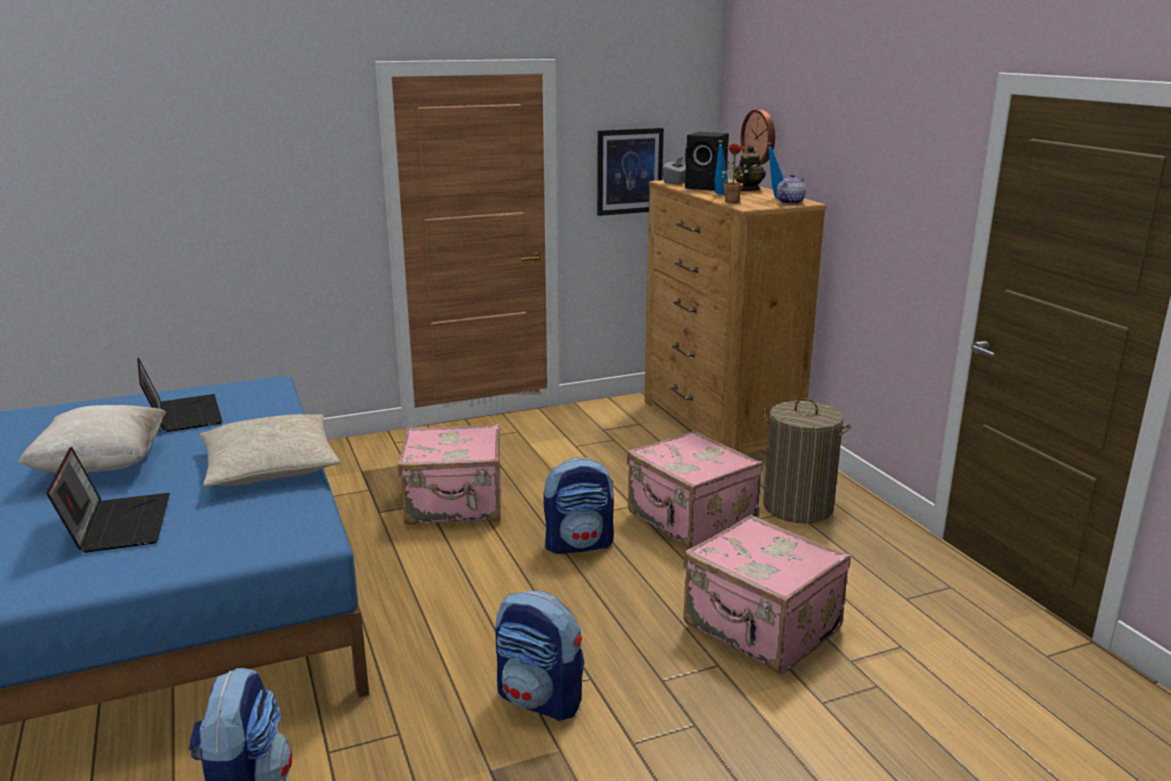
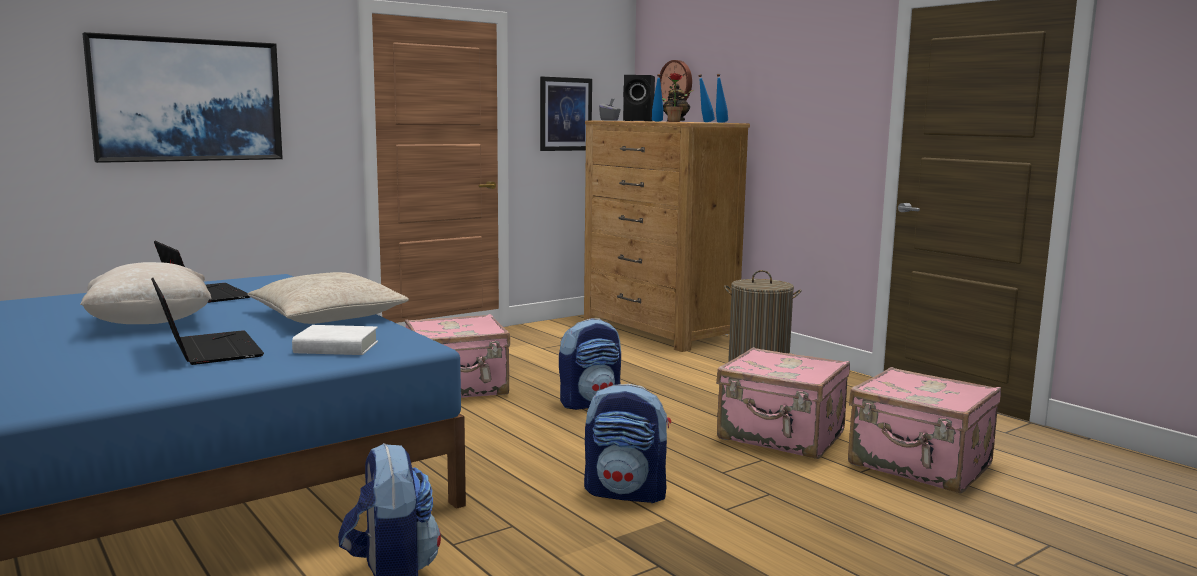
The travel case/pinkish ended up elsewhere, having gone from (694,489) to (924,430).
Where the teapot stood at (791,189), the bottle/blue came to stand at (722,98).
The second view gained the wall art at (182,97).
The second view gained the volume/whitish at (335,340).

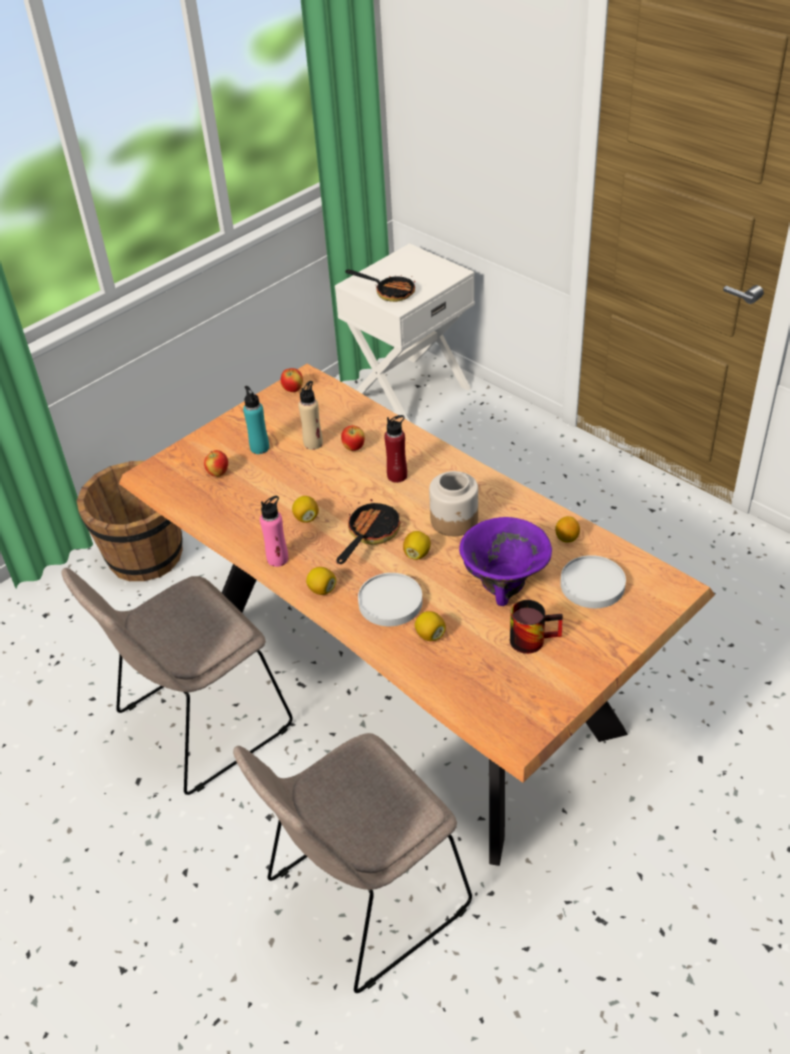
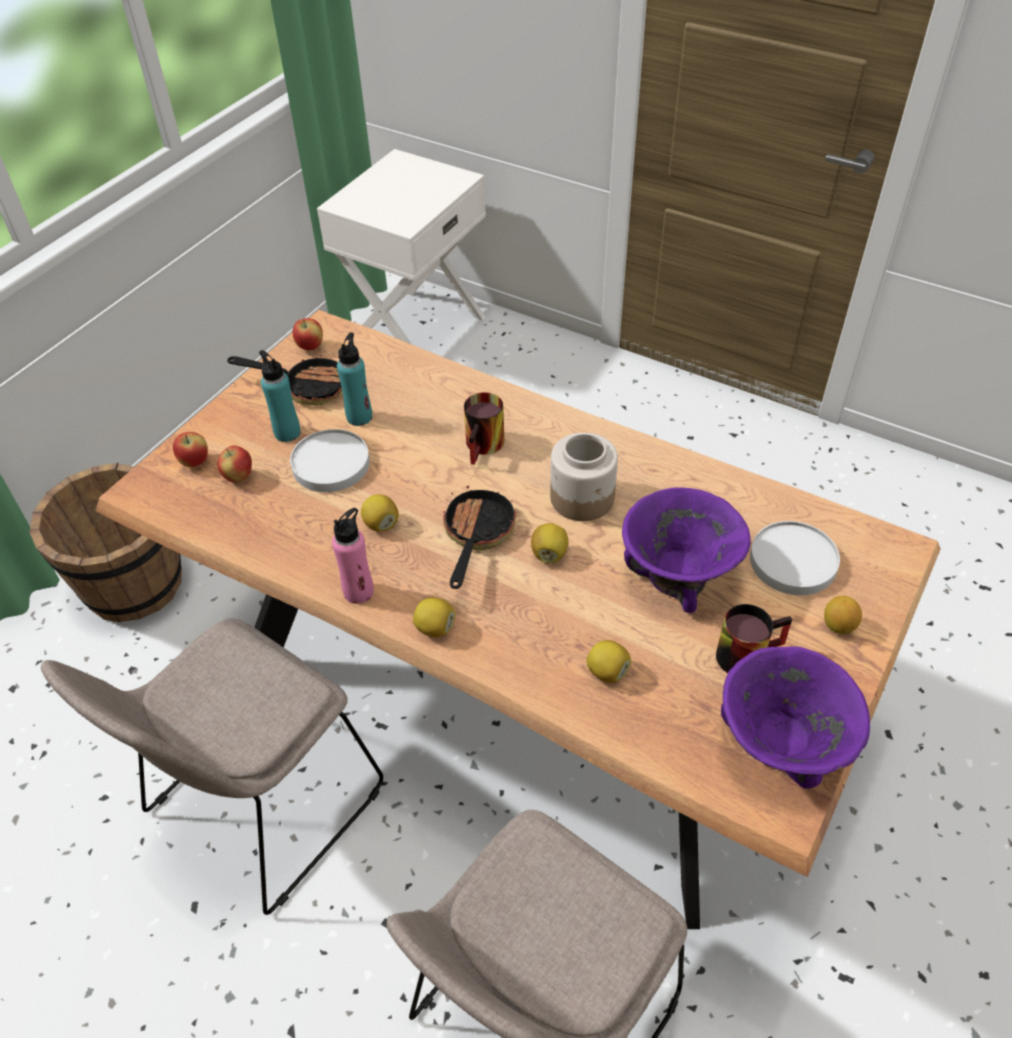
What was the bottle/beige-coloured at (310,415) turned into the bottle/turquoise at (354,379).
The whole apple ended up elsewhere, having gone from (353,438) to (190,449).
The pan ended up elsewhere, having gone from (380,285) to (284,380).
The dinner plate/whitish ended up elsewhere, having gone from (390,599) to (330,460).
Where the bottle/red stood at (395,449), the mug came to stand at (484,428).
The lemon ended up elsewhere, having gone from (567,529) to (843,615).
The second view gained the deep dish/purple at (795,717).

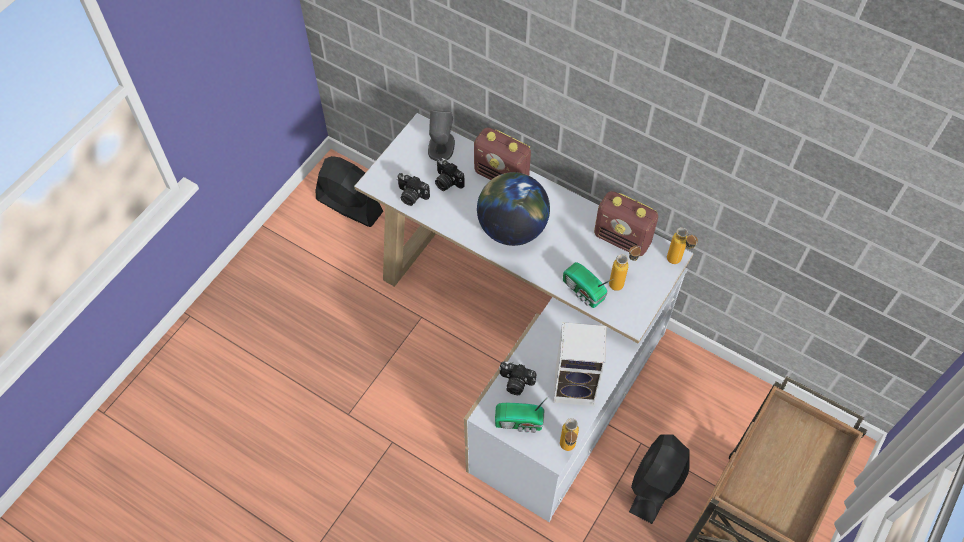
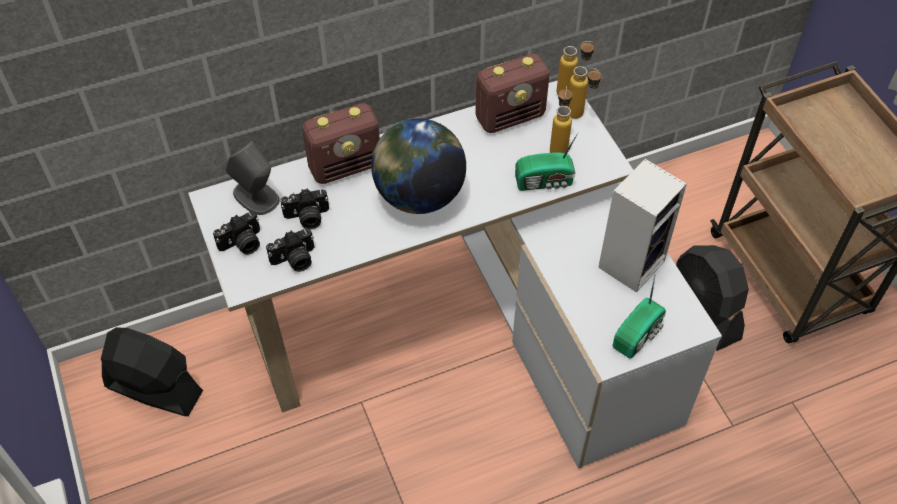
The fan/black at (349,191) ended up facing another way, 45 degrees clockwise from before.
The photo camera ended up elsewhere, having gone from (518,378) to (236,233).
The bottle ended up elsewhere, having gone from (569,434) to (585,92).

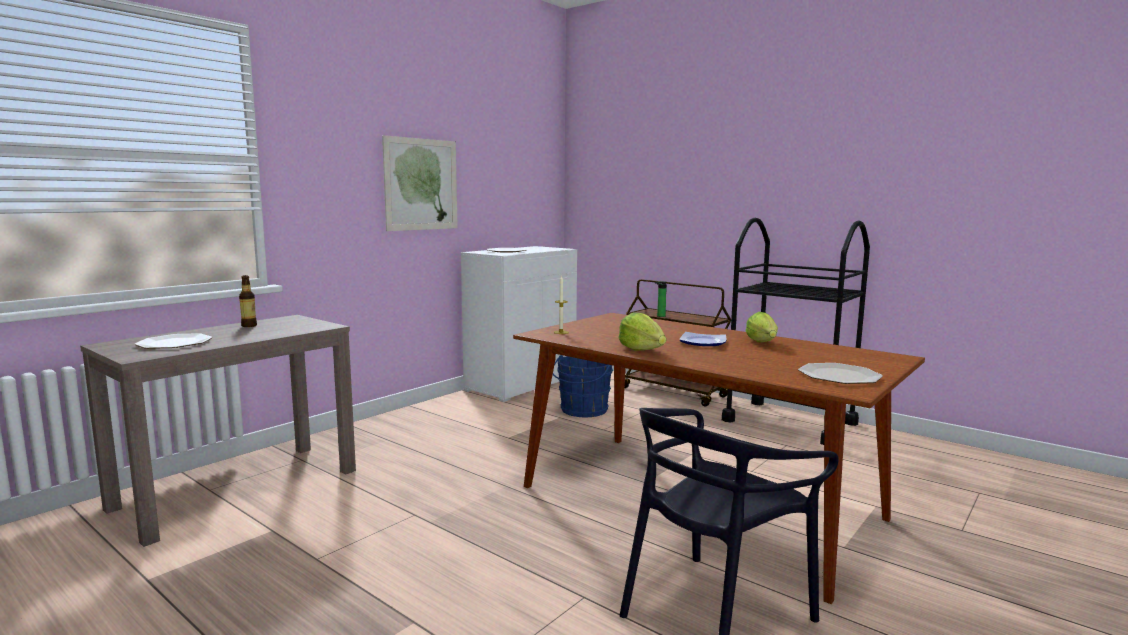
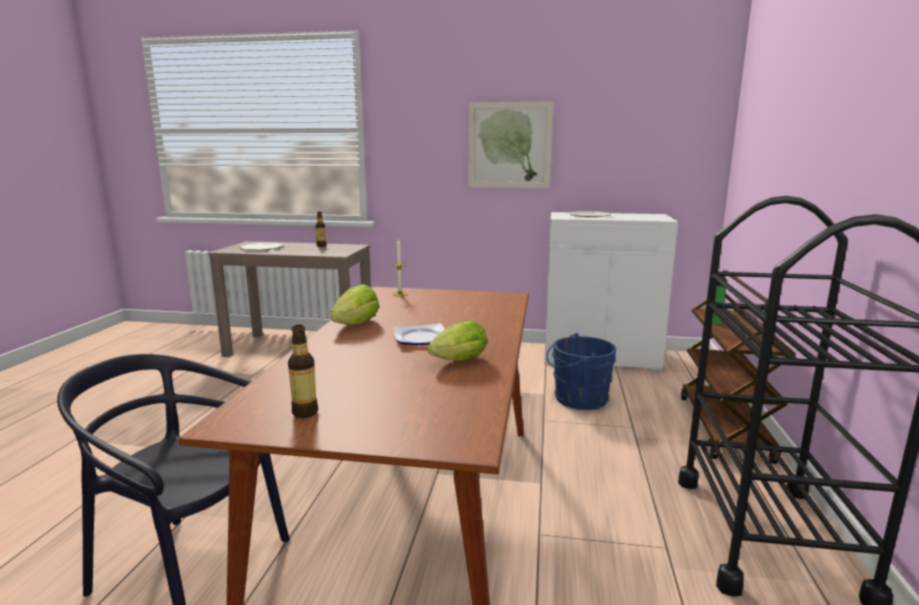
Where the dinner plate stood at (840,373), the bottle came to stand at (303,371).

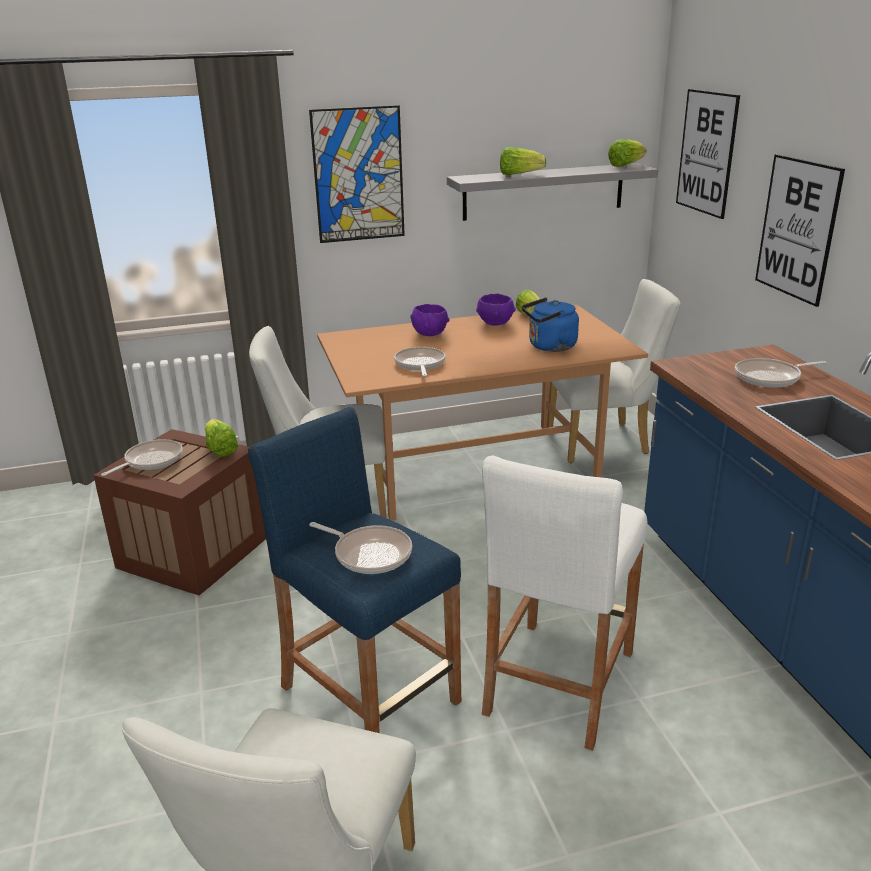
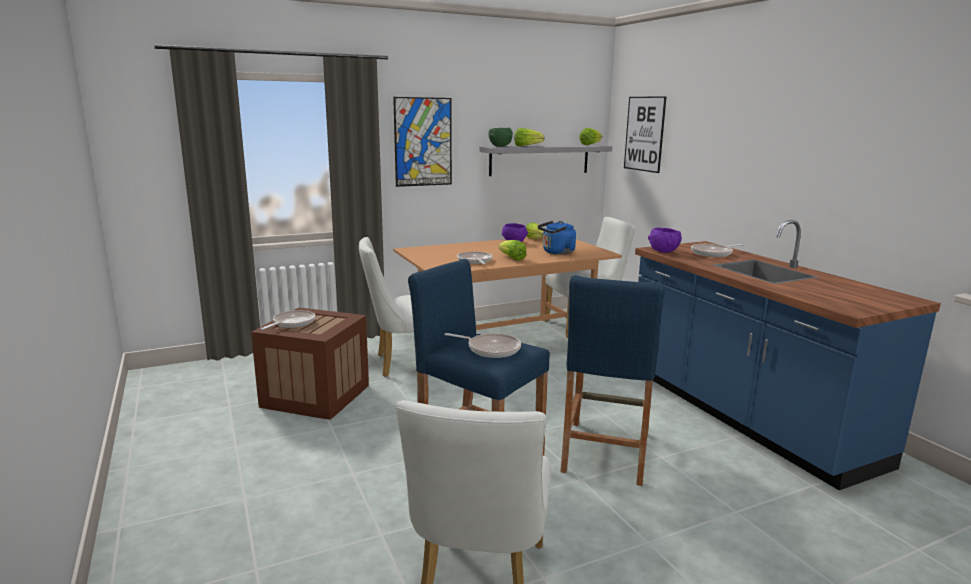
The lettuce ended up elsewhere, having gone from (221,438) to (512,250).
The deep dish/purple ended up elsewhere, having gone from (430,320) to (665,240).
What was the sitting stool/whitish at (565,603) turned into the sitting stool/blue at (613,380).
The second view lost the wall art at (800,230).
The second view gained the deep dish/green at (500,137).

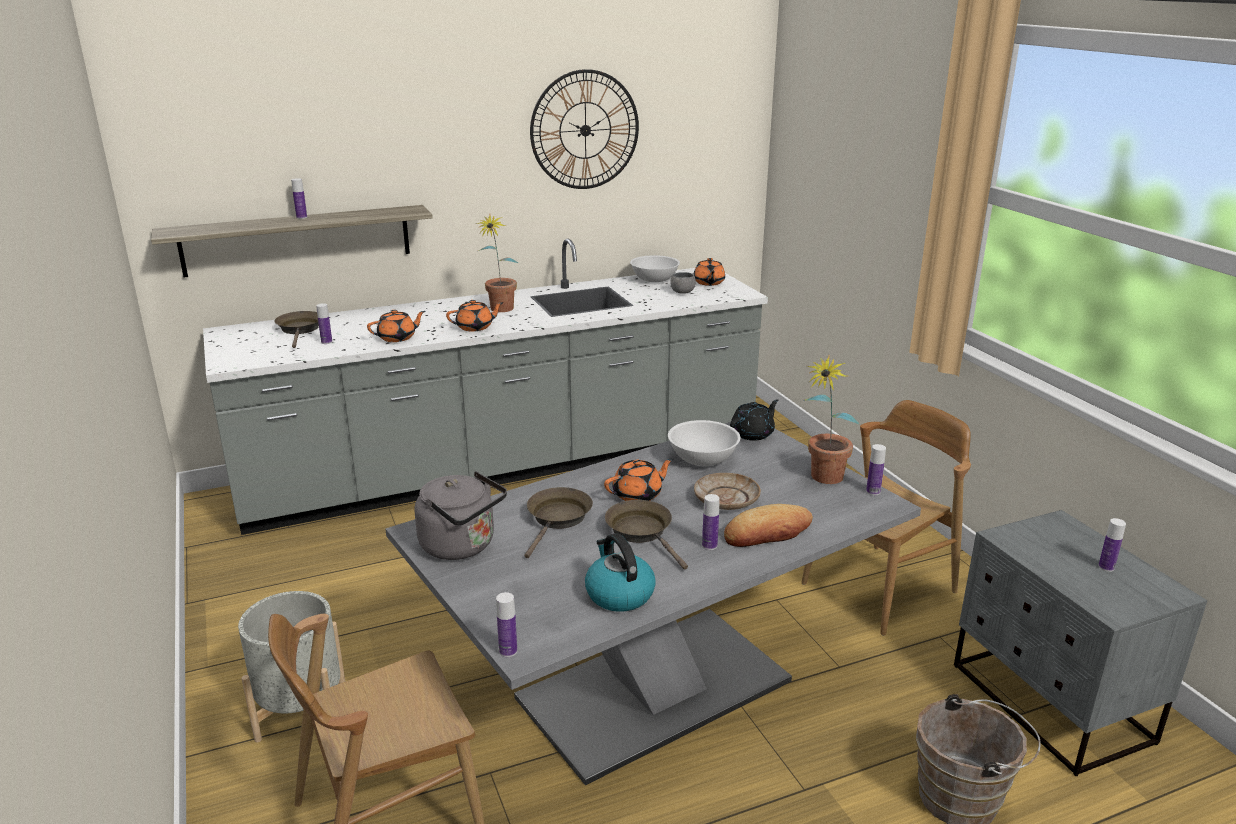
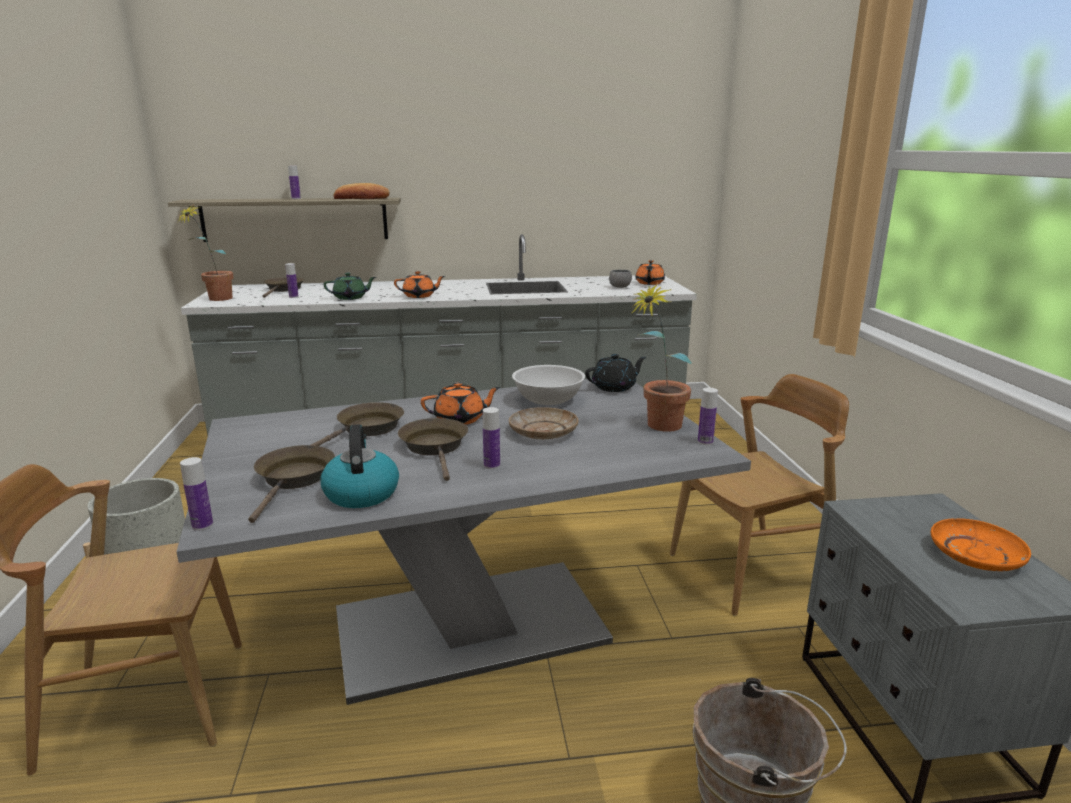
What was the teapot/orange at (396,326) turned into the teapot/green at (349,286).
The second view lost the water kettle/grey at (461,515).
The houseplant ended up elsewhere, having gone from (497,263) to (205,252).
The second view lost the clock on the wall at (584,129).
The second view lost the deep dish/whitish at (655,268).
The bakery bread ended up elsewhere, having gone from (768,525) to (362,191).
Where the bottle stood at (1112,545), the dinner plate/orange came to stand at (981,544).
The second view gained the pan/brownish at (291,484).

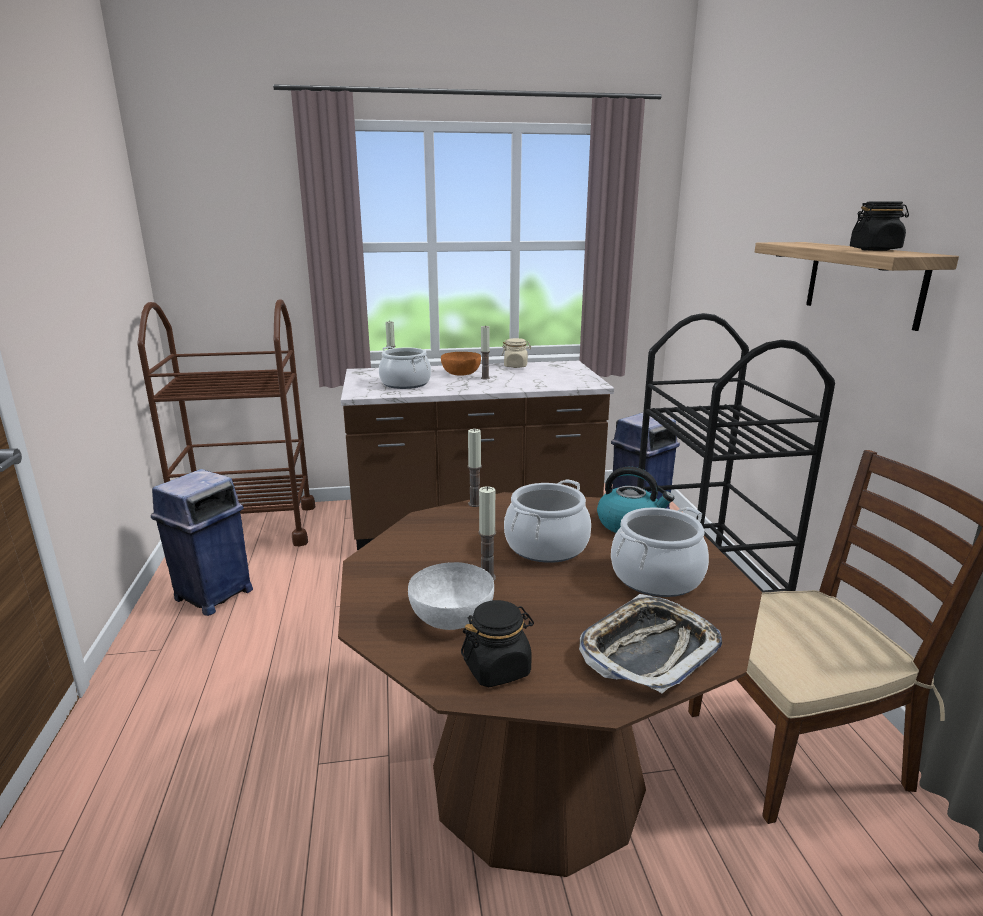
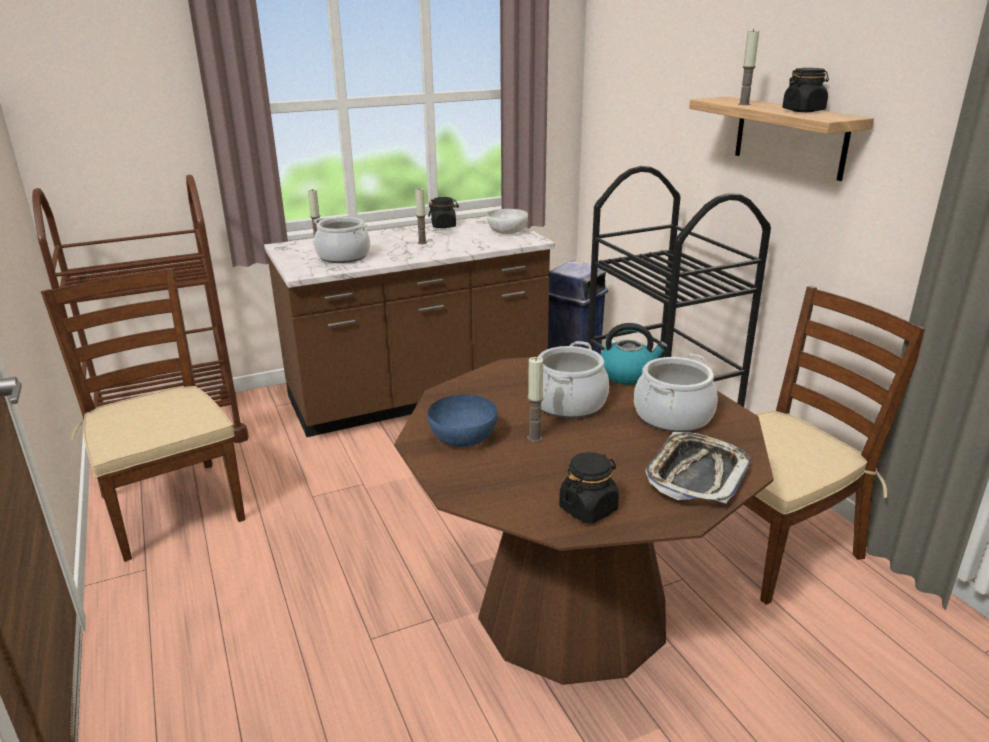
Where the trash can/blue stood at (202,542), the plain chair/brownish came to stand at (143,415).
The deep dish/whitish ended up elsewhere, having gone from (451,596) to (507,221).
The second view lost the deep dish/orange at (461,364).
The candle ended up elsewhere, having gone from (475,468) to (748,67).
What was the storage jar/beige-coloured at (516,353) turned into the storage jar/black at (443,212).
The second view gained the deep dish/blue at (463,420).

